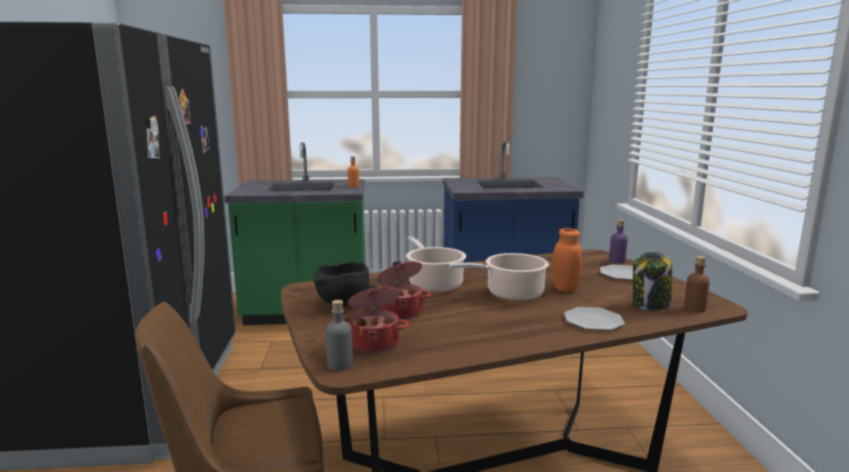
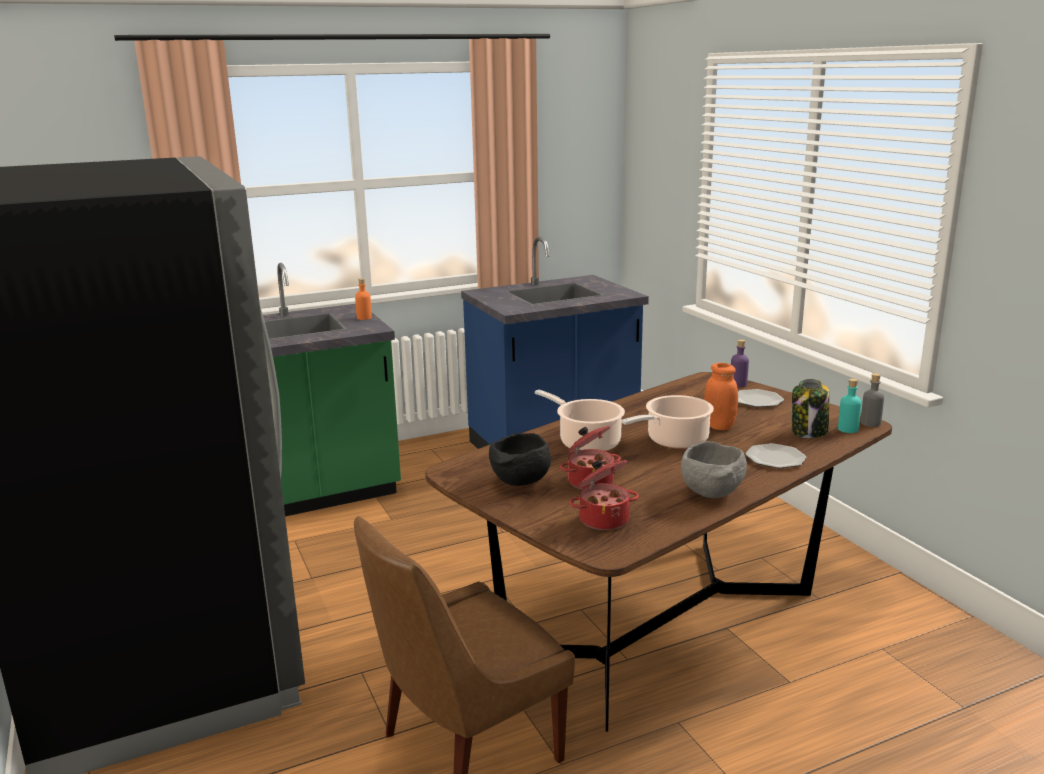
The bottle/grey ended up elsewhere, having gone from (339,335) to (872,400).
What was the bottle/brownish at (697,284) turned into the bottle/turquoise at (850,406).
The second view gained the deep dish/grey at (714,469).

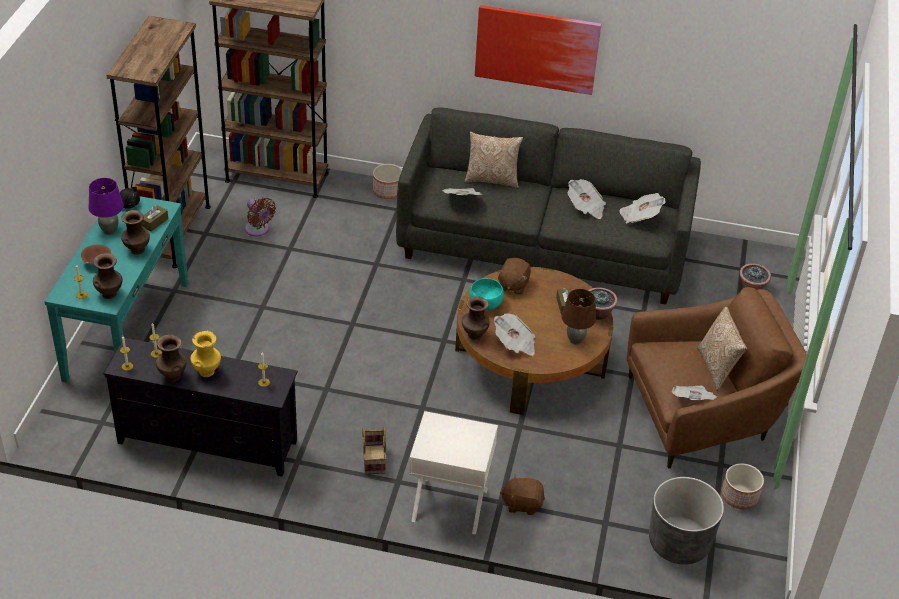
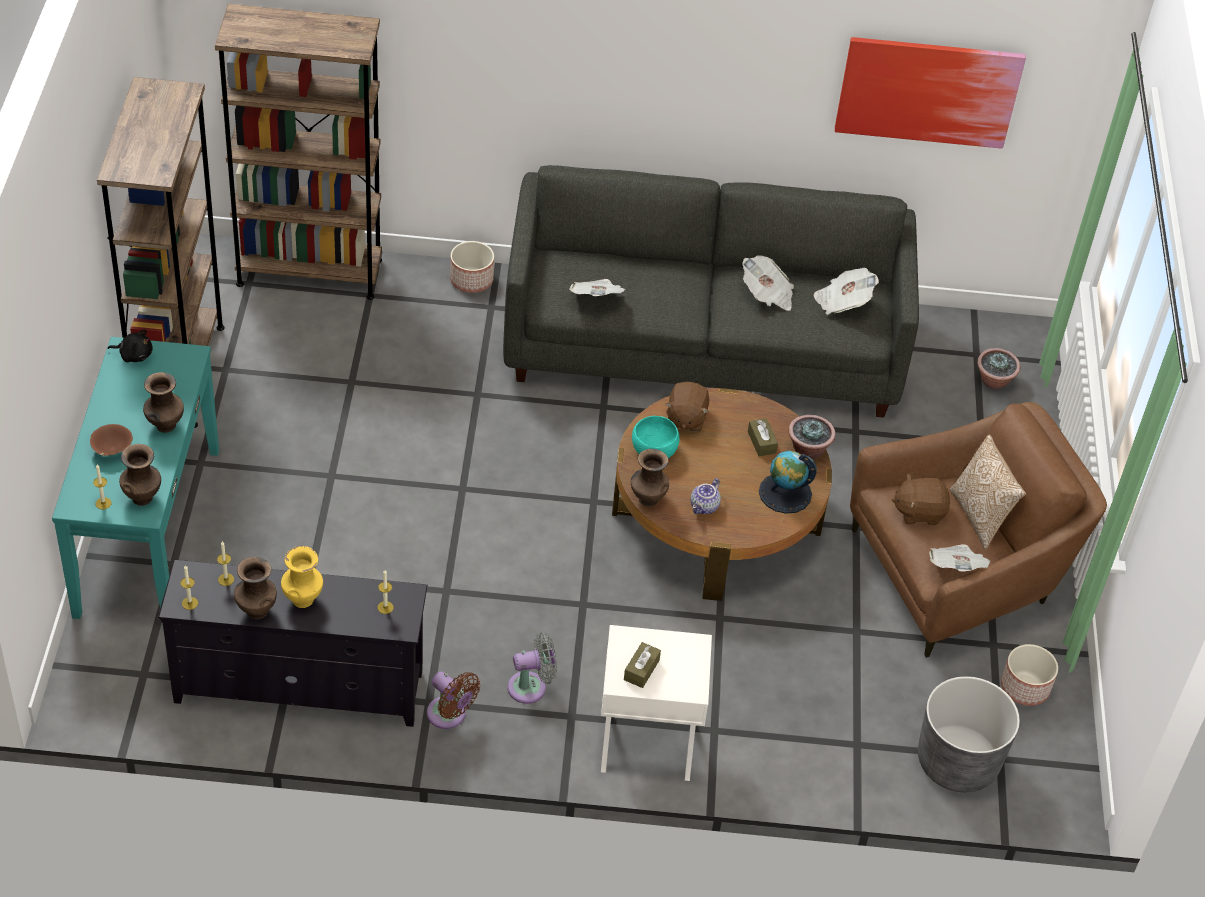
The second view lost the tabletop lamp/purple at (106,206).
The tissue holder/brownish ended up elsewhere, having gone from (154,218) to (642,665).
The fan/brownish ended up elsewhere, having gone from (260,217) to (453,700).
Where the household basket stood at (374,450), the fan/grey came to stand at (532,668).
The second view lost the throw pillow at (493,160).
The wall art ended up elsewhere, having gone from (538,50) to (930,93).
Where the printed paper stood at (514,334), the teapot came to stand at (705,496).
The plush toy/brownish ended up elsewhere, having gone from (522,494) to (921,499).
Where the tabletop lamp/brownish stood at (578,317), the desk globe came to stand at (788,482).

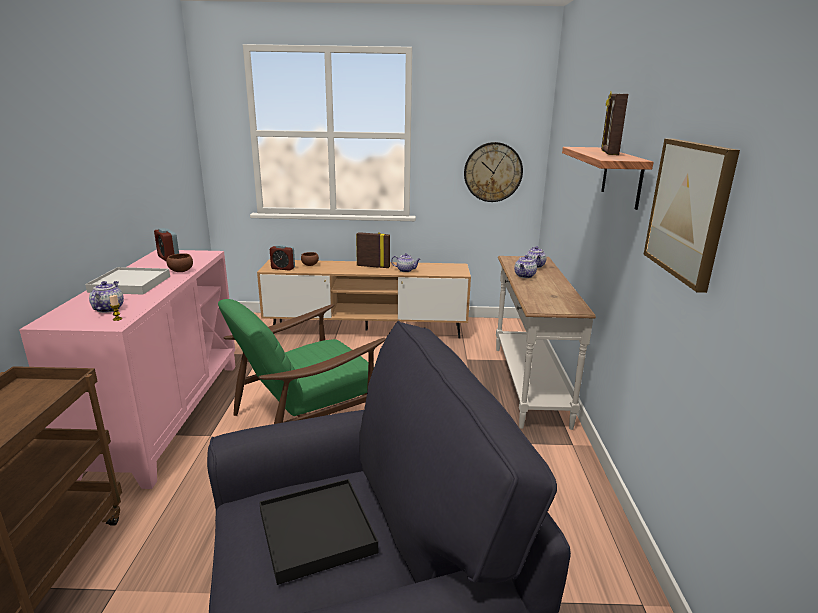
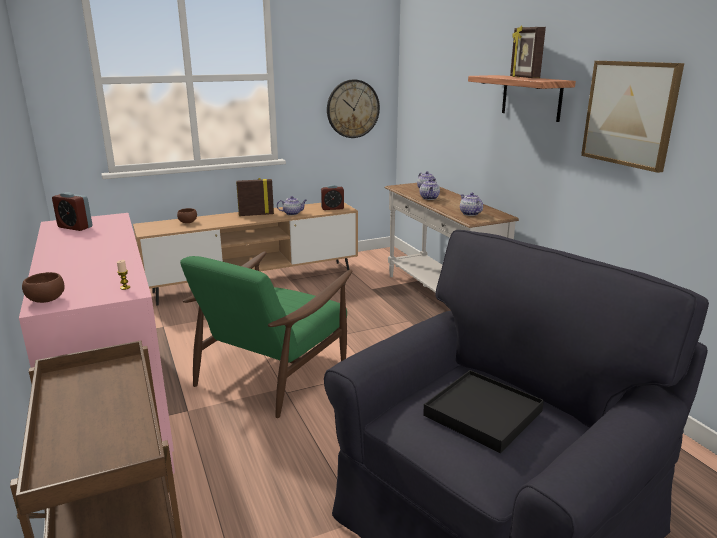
The second view lost the tray/whitish at (127,281).
The teapot ended up elsewhere, having gone from (106,297) to (471,204).
The deep dish/brownish ended up elsewhere, having gone from (179,262) to (43,287).
The alarm clock ended up elsewhere, having gone from (282,258) to (332,197).

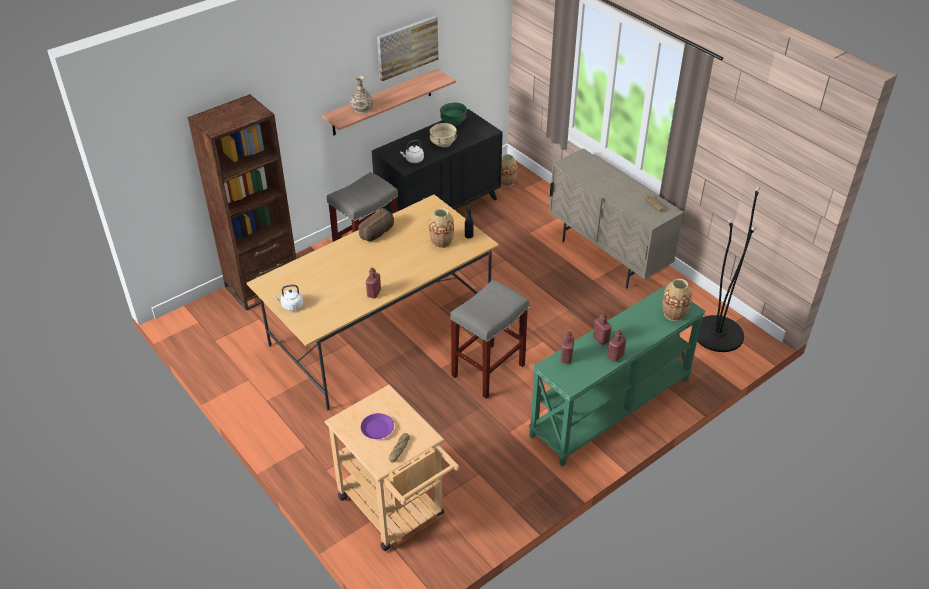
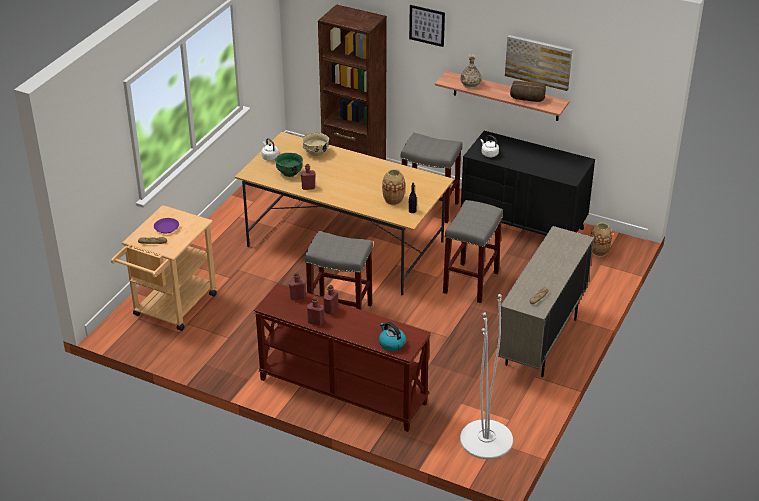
The bakery bread ended up elsewhere, having gone from (376,224) to (528,91).
The deep dish/beige-coloured ended up elsewhere, having gone from (443,135) to (315,144).
The deep dish/green ended up elsewhere, having gone from (453,114) to (289,165).
What was the hall table/green at (617,375) turned into the hall table/brownish at (342,357).
Where the vase stood at (677,300), the water kettle came to stand at (392,336).
What was the floor lamp/black at (728,269) turned into the floor lamp/whitish at (486,376).
The second view gained the wall art at (427,26).
The second view gained the sitting stool/grey at (473,251).

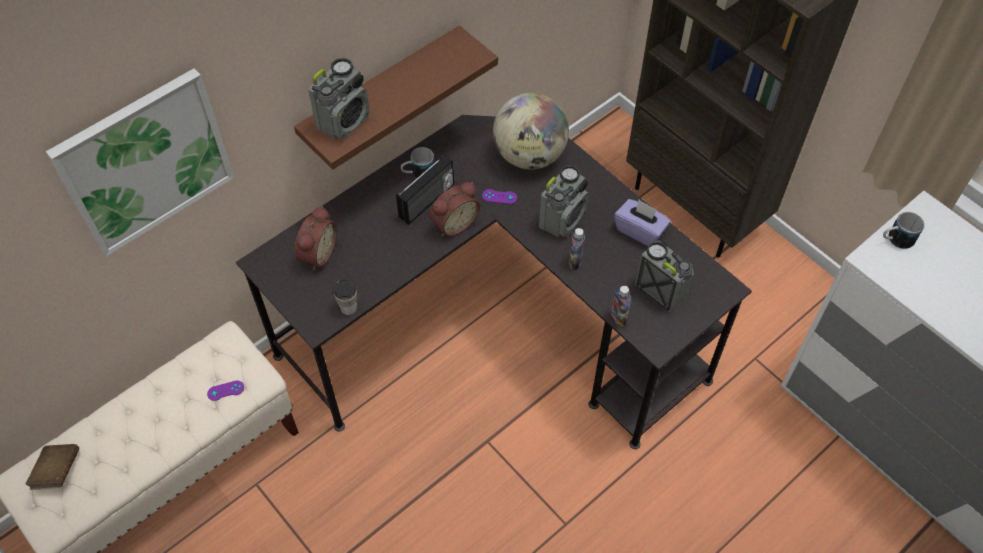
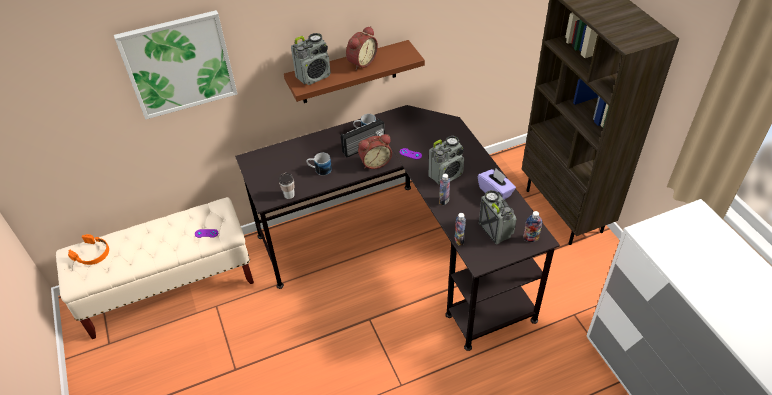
Where the volume/brownish stood at (52,467), the headset/orange came to stand at (88,249).
The alarm clock ended up elsewhere, having gone from (315,238) to (362,48).
The second view lost the desk globe at (531,131).
The mug ended up elsewhere, having gone from (903,230) to (319,164).
The second view gained the bottle at (533,226).

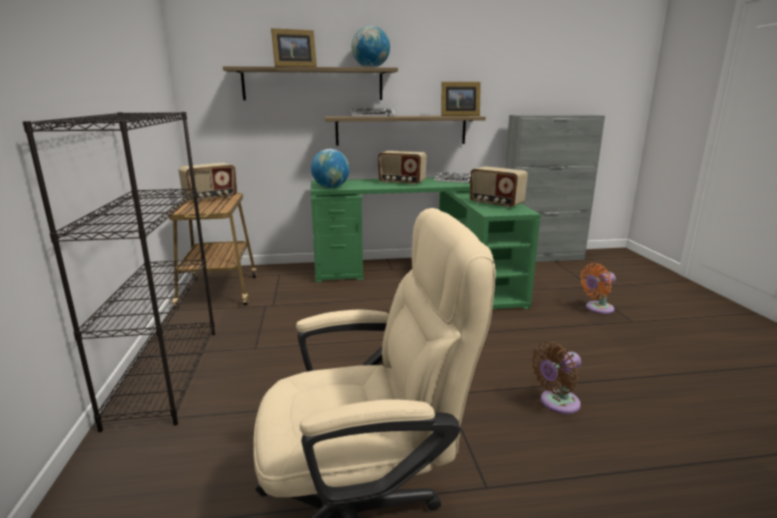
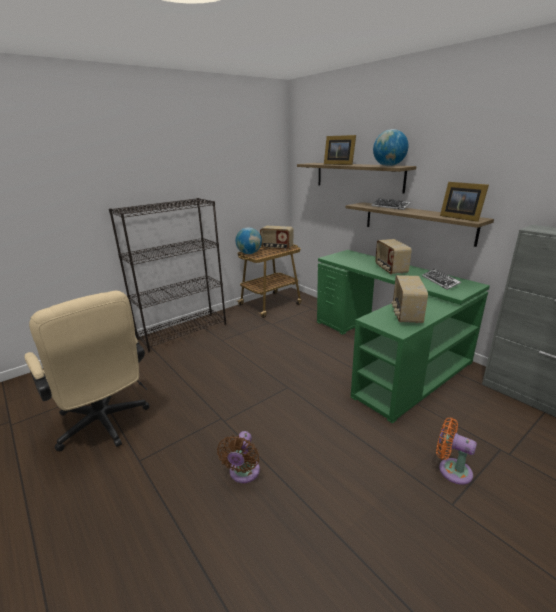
The desk globe ended up elsewhere, having gone from (330,168) to (248,240).
The fan/brownish at (556,378) ended up facing another way, 105 degrees counterclockwise from before.

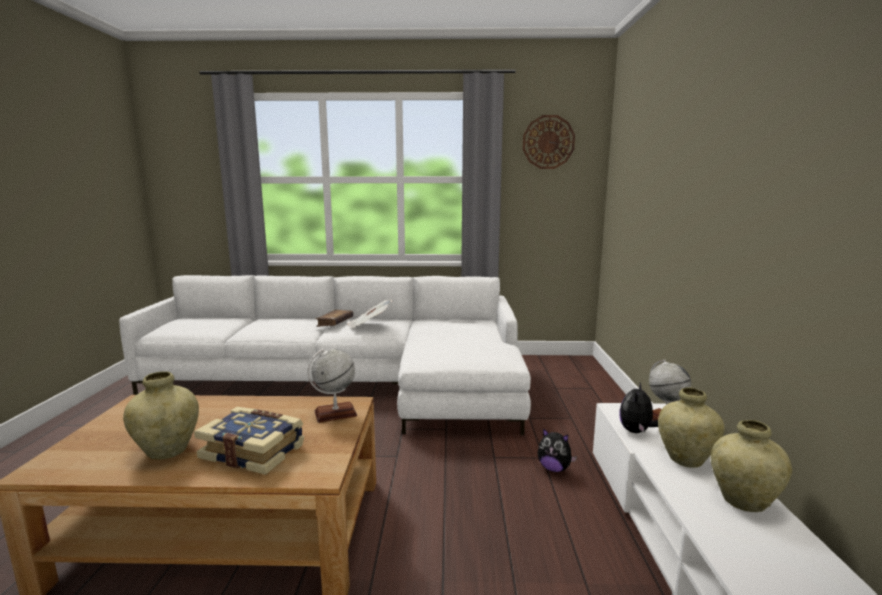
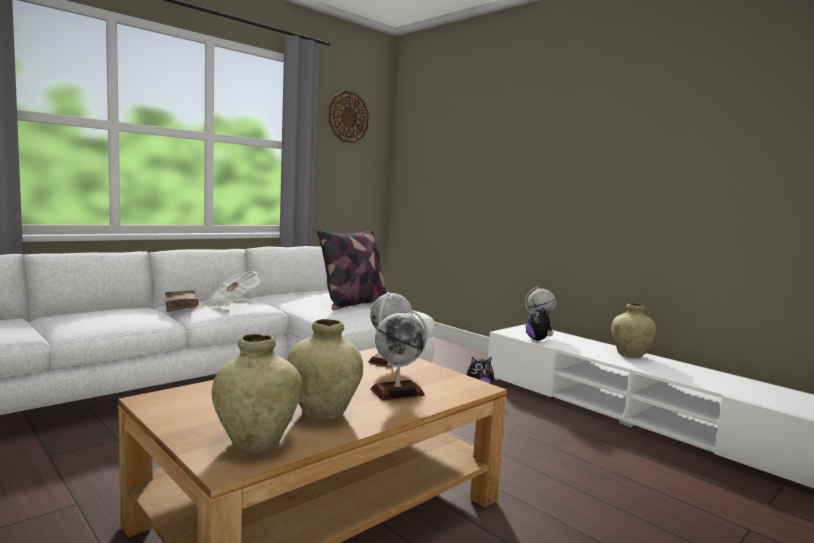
Where the volume stood at (249,441), the desk globe came to stand at (399,355).
The vase/beige-coloured ended up elsewhere, having gone from (691,427) to (257,393).
The second view gained the throw pillow at (351,270).

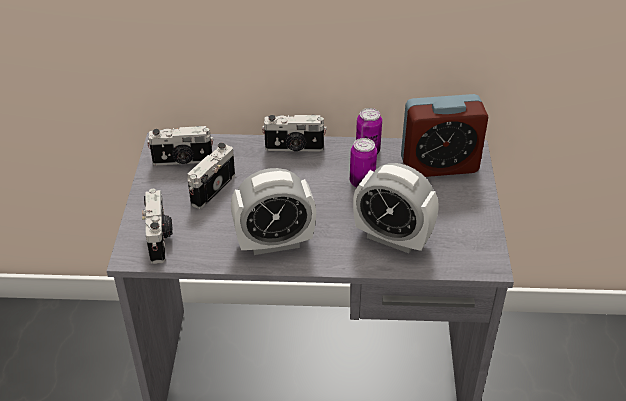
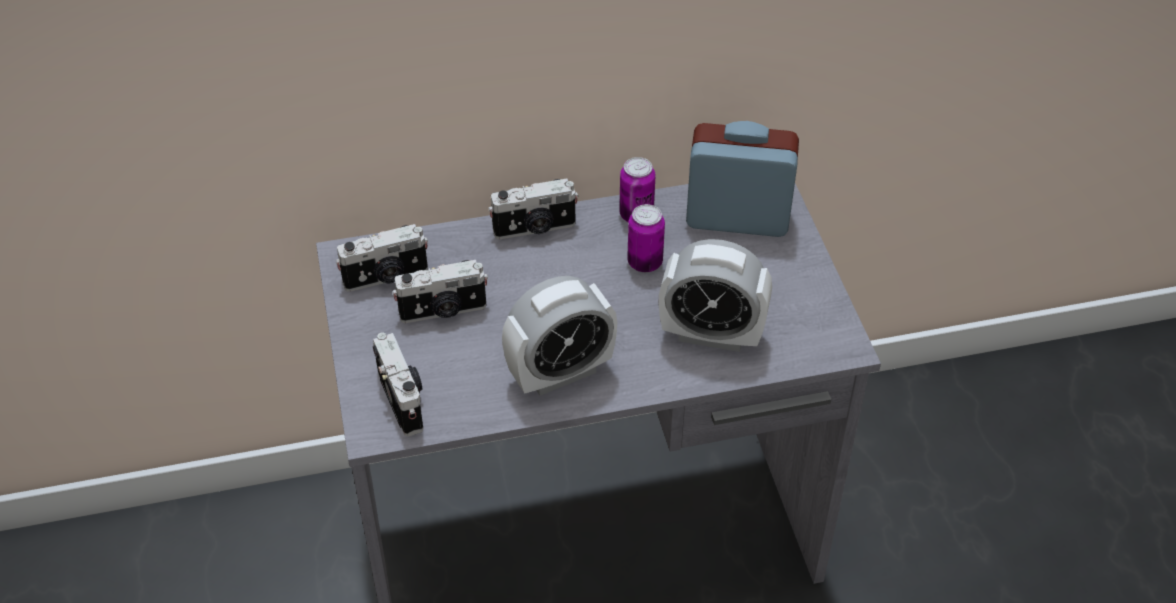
The photo camera at (211,176) ended up facing another way, 120 degrees counterclockwise from before.
The alarm clock at (444,135) ended up facing another way, 150 degrees counterclockwise from before.

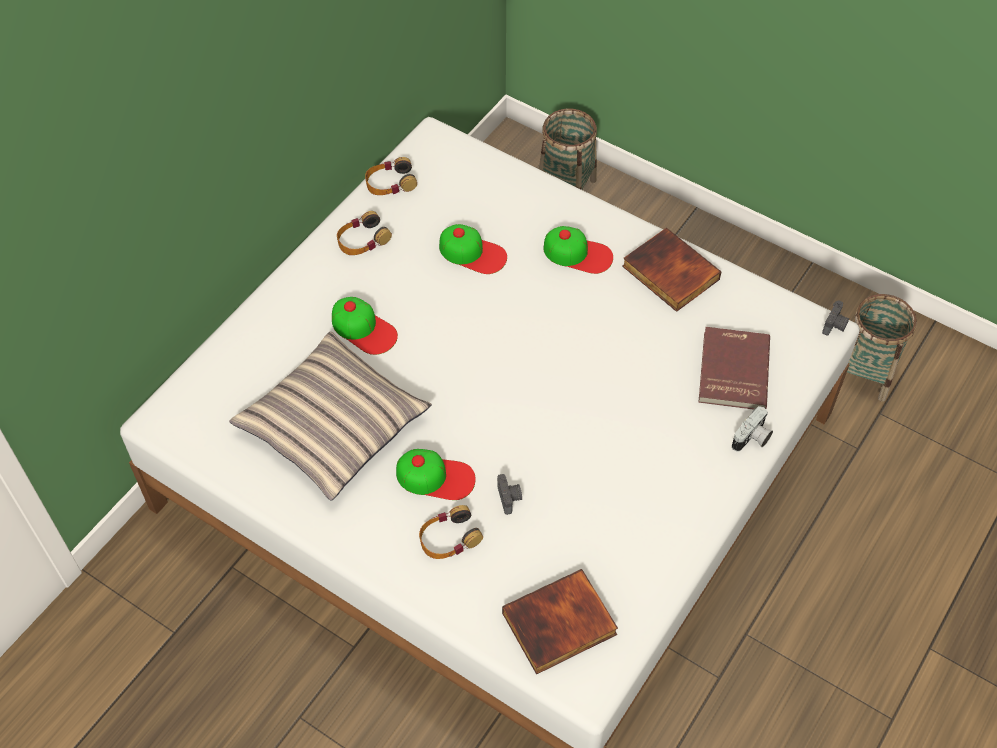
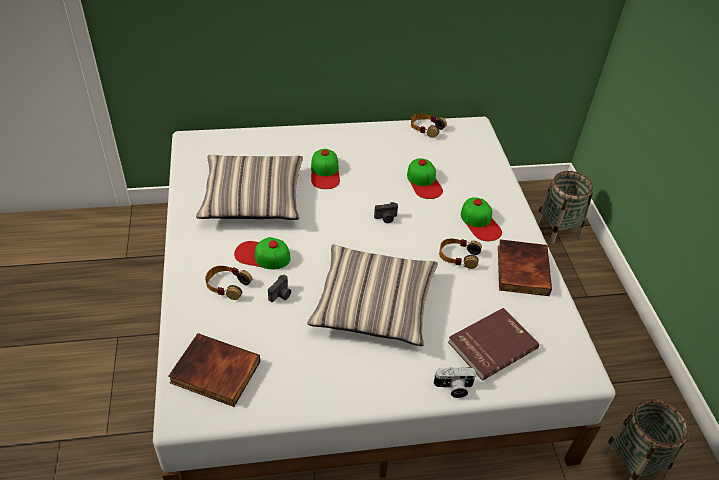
The headset ended up elsewhere, having gone from (364,233) to (460,254).
The cap at (436,474) ended up facing another way, 135 degrees clockwise from before.
The photo camera ended up elsewhere, having gone from (835,318) to (386,212).
The second view gained the throw pillow at (372,295).

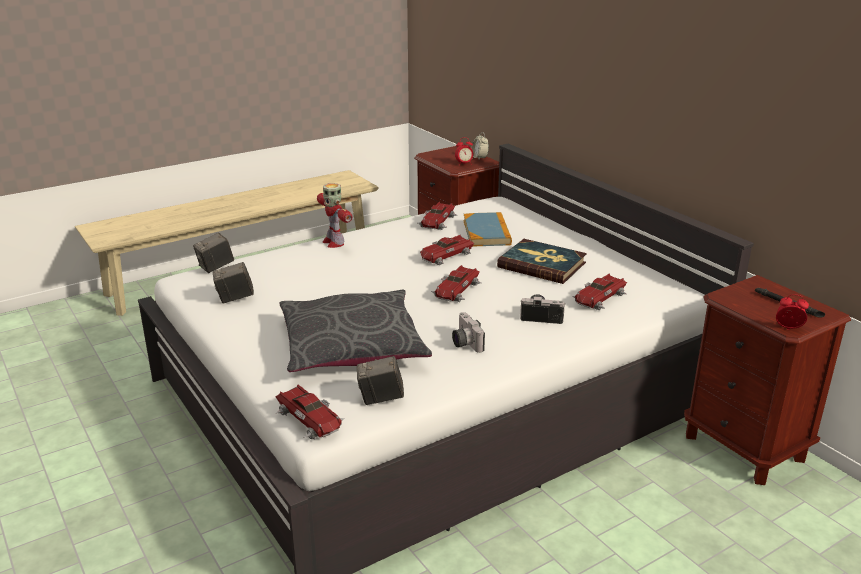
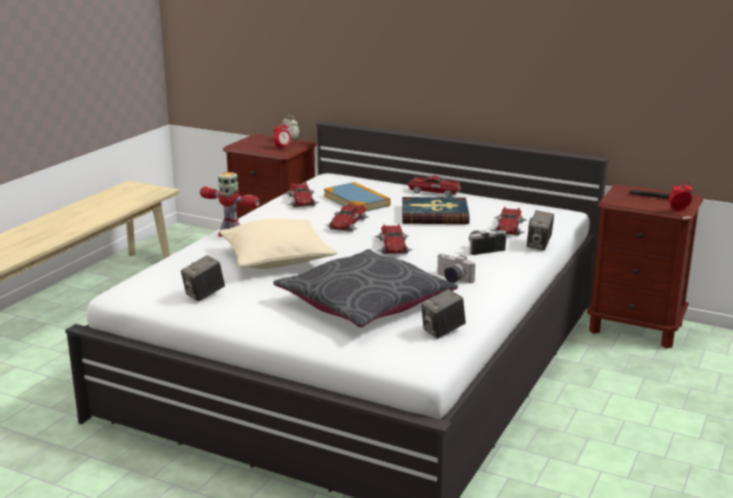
The photo camera ended up elsewhere, having gone from (213,253) to (540,230).
The toy car ended up elsewhere, having gone from (310,412) to (434,186).
The second view gained the throw pillow/beige-coloured at (279,244).

